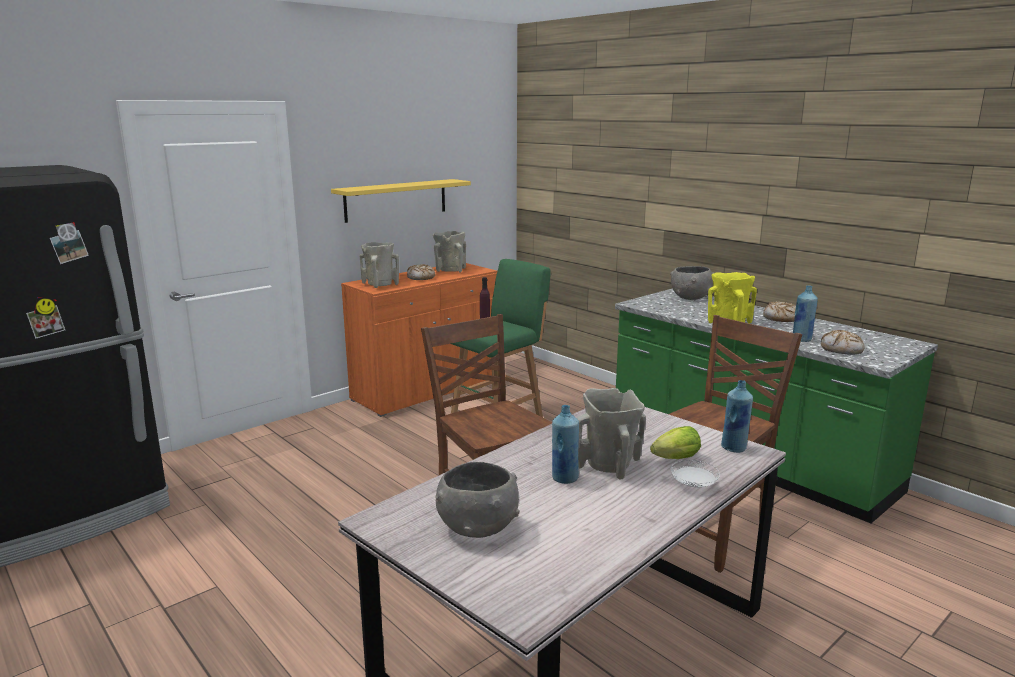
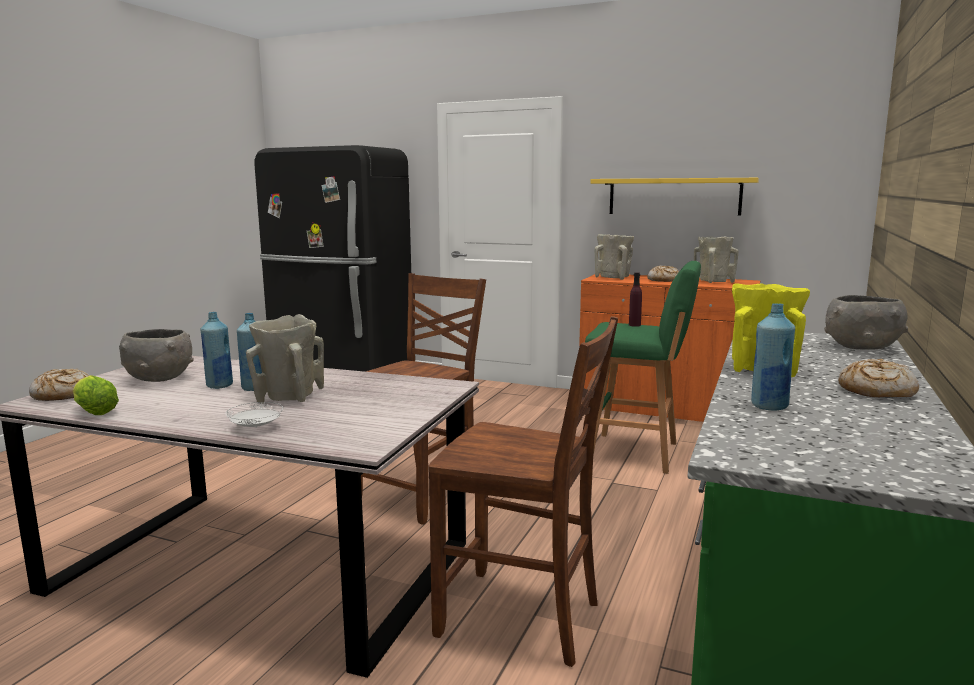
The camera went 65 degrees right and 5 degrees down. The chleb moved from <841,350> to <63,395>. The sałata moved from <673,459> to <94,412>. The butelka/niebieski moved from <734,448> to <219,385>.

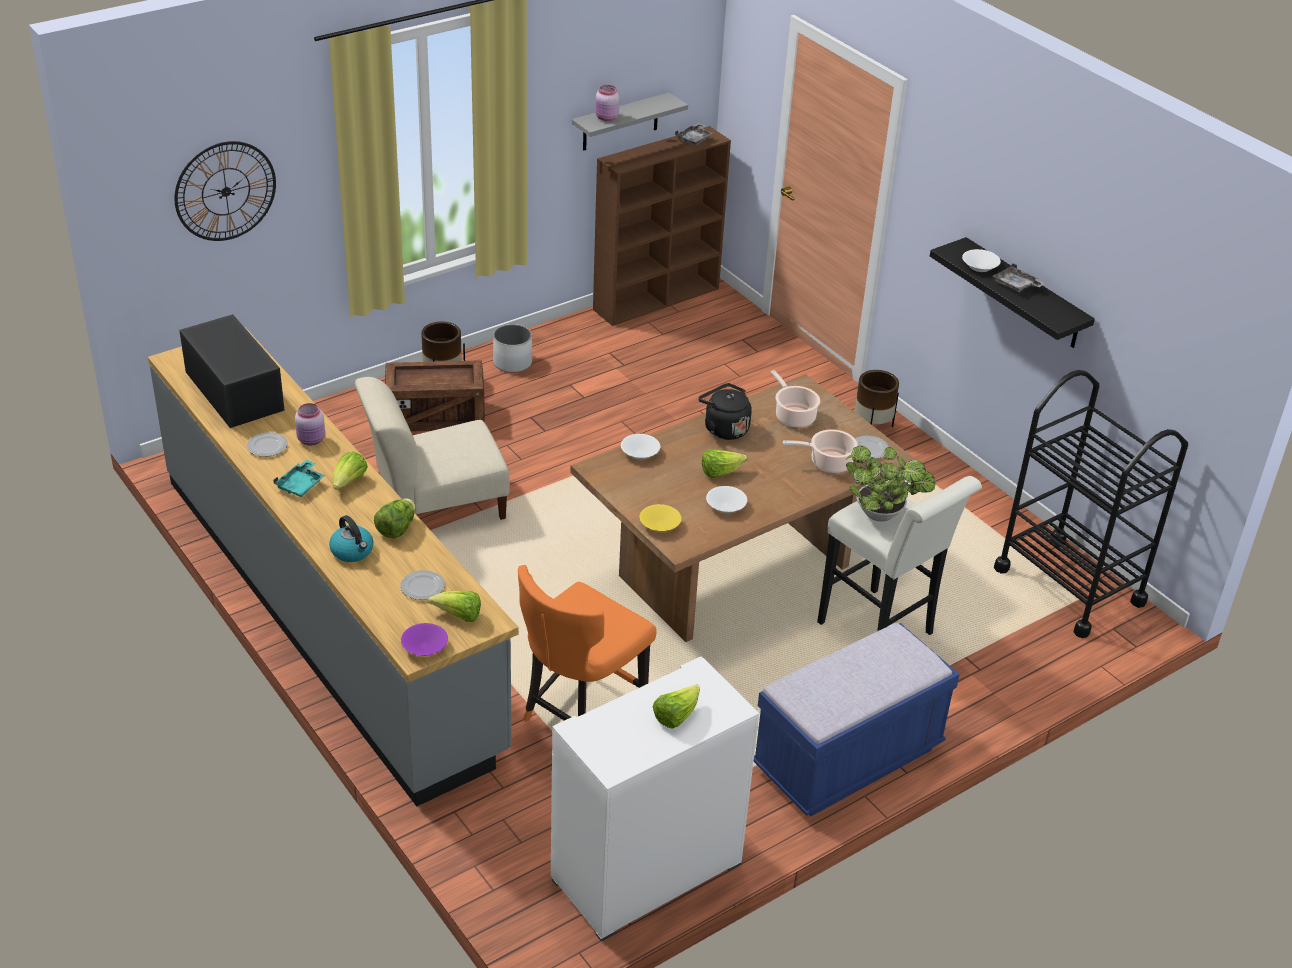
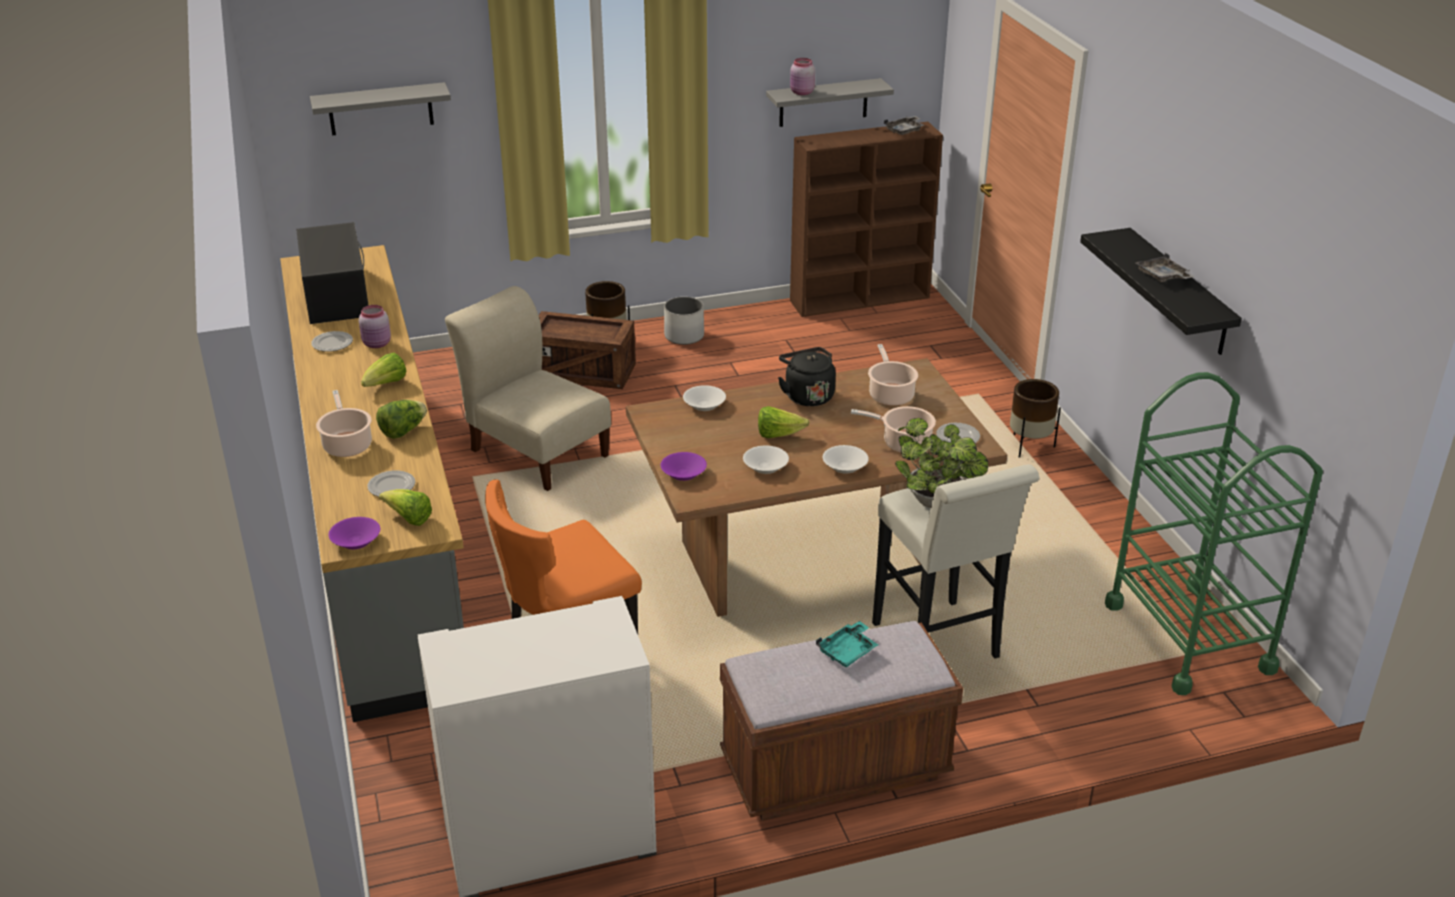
The camera went 20 degrees right and 5 degrees down. The zegar ścienny at <225,191> was replaced by the półka/szary at <380,109>. The czajnik at <352,551> was replaced by the garnek at <347,444>. The krzesło/beżowy at <435,507> turned 45 degrees clockwise. The miska/żółty at <660,525> became the miska/fioletowy at <683,474>. The ławka/niebieski at <847,759> became the ławka/brązowy at <835,769>. The taca/turkusowy moved from <301,485> to <848,651>. The miska/biały moved from <979,266> to <844,466>. The wózek/czarny at <1069,586> became the wózek/zielony at <1188,637>. The sałata at <675,716> disappeared.

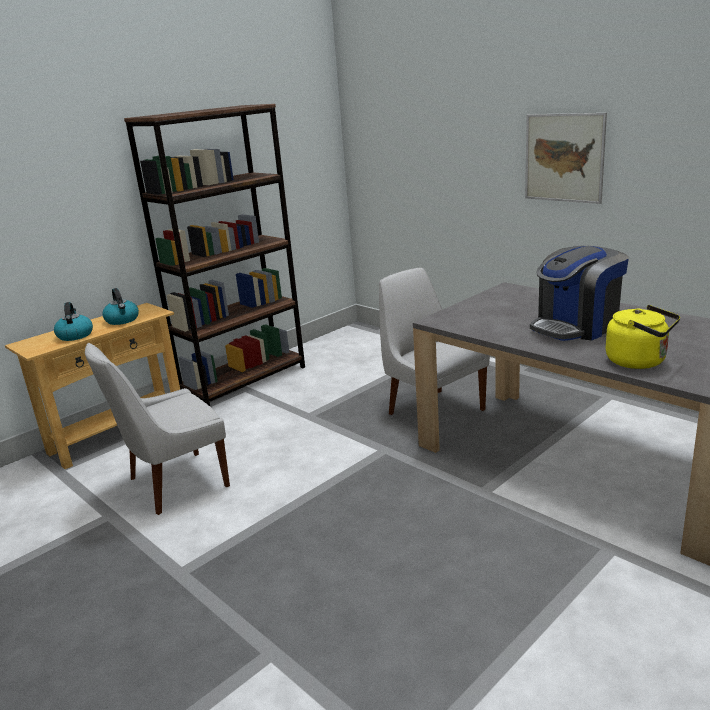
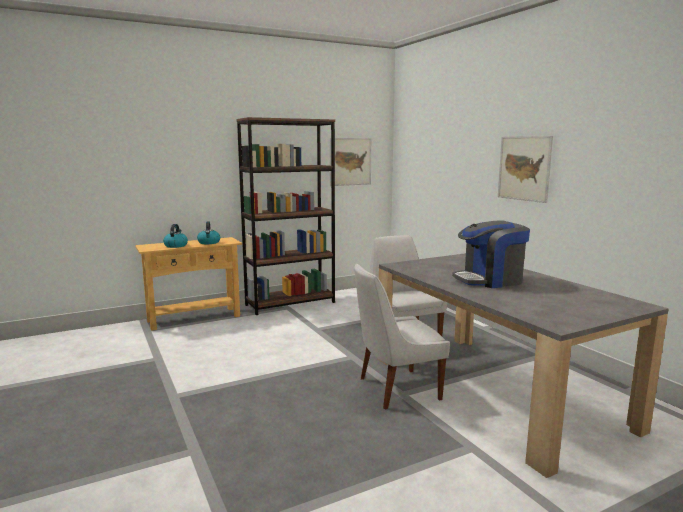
The camera went 15 degrees right and 10 degrees down. The obraz at <350,161> appeared. The krzesło/biały moved from <174,484> to <395,389>. The czajnik/żółty at <639,361> disappeared.

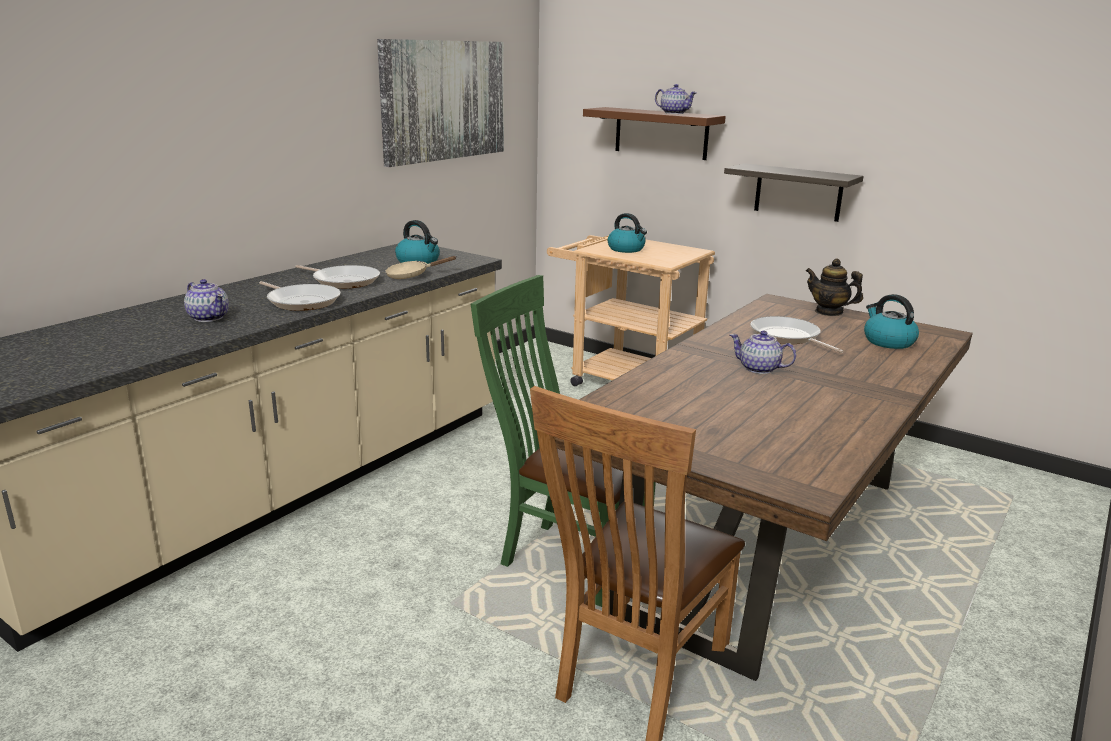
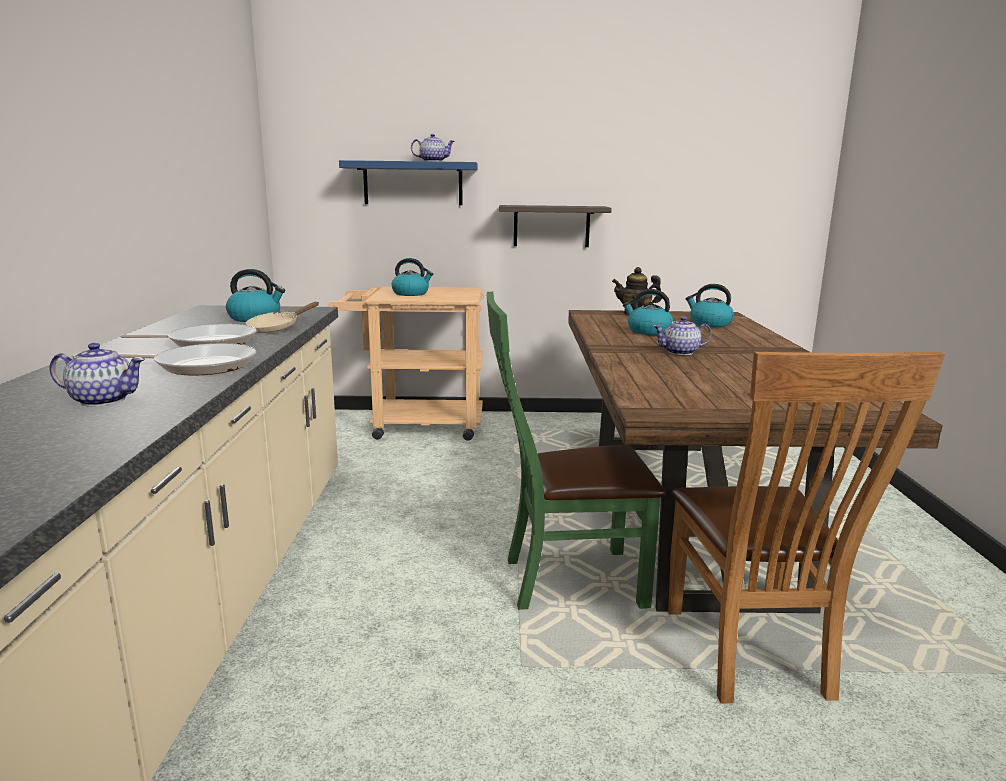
The camera went 35 degrees left and 5 degrees down. The półka/brązowy at <661,133> became the półka/niebieski at <413,183>. The patelnia at <787,337> was replaced by the czajnik at <648,331>. The obraz at <444,100> disappeared.

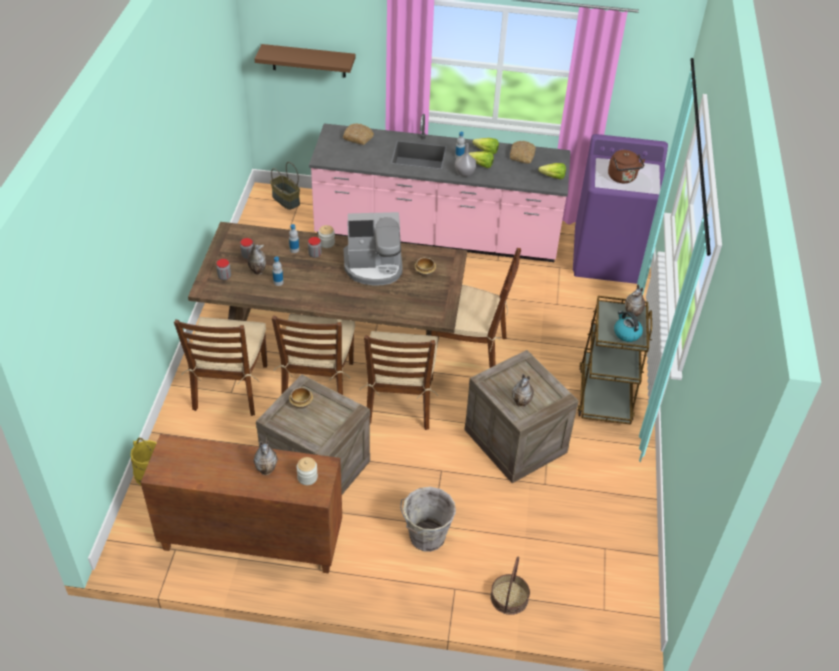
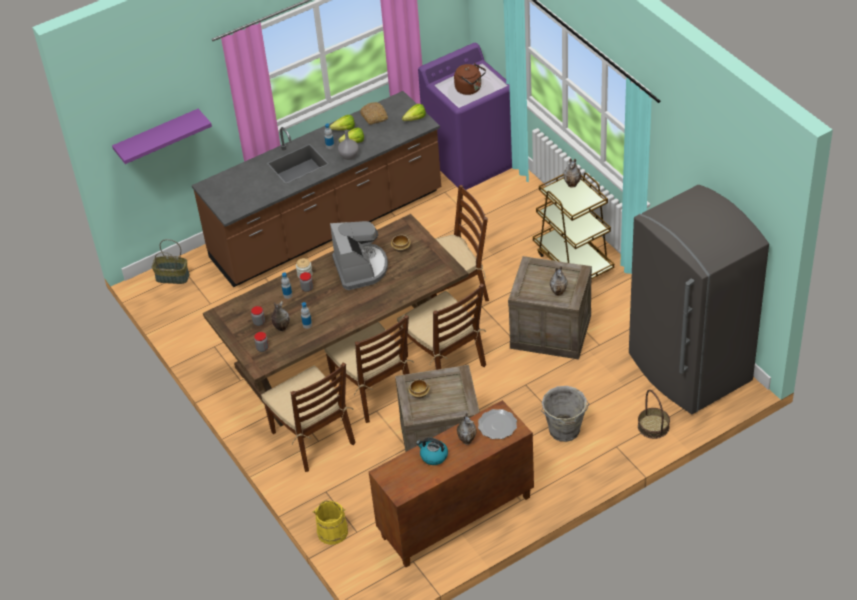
The camera went 35 degrees left and 0 degrees up. The półka/brązowy at <308,61> became the półka/fioletowy at <158,137>. The zabudowa kuchenna/różowy at <437,235> became the zabudowa kuchenna/brązowy at <327,226>. The ekspres do kawy at <374,266> turned 60 degrees counterclockwise. The czajnik moved from <626,333> to <433,456>. The słoik at <307,477> was replaced by the talerz at <497,425>. The lodówka/szary at <688,369> appeared. The chleb at <358,138> disappeared.

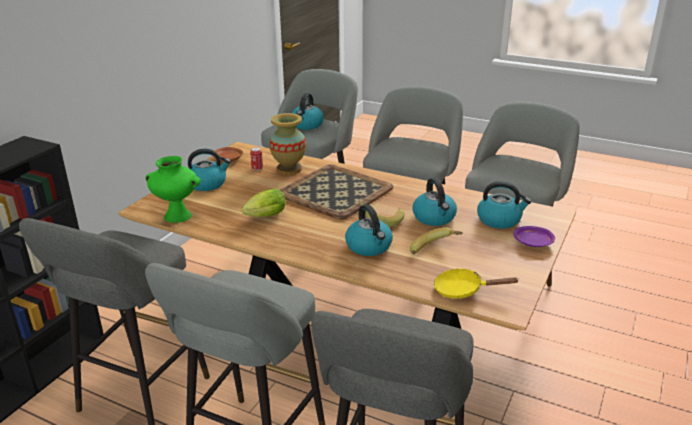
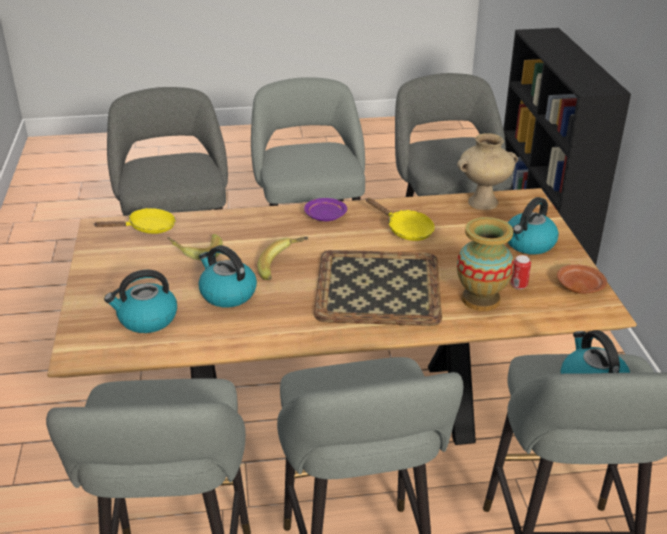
The camera went 145 degrees right and 5 degrees up. The talerz/fioletowy moved from <533,243> to <324,216>. The sałata at <264,217> was replaced by the patelnia/żółty at <405,230>. The wazon/zielony at <177,216> became the wazon/beżowy at <483,202>. The czajnik at <369,247> disappeared.

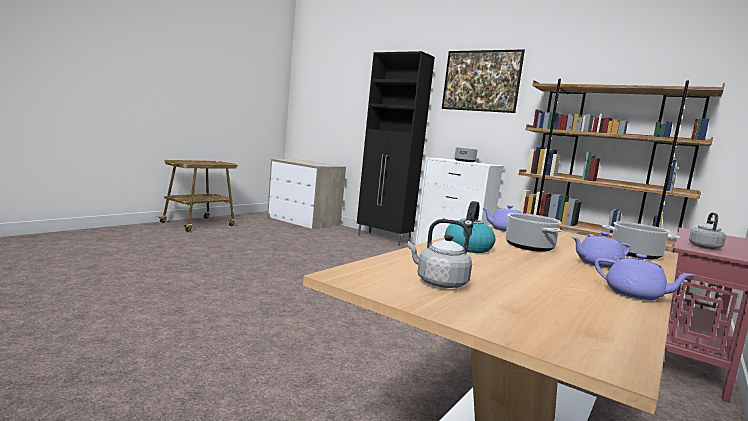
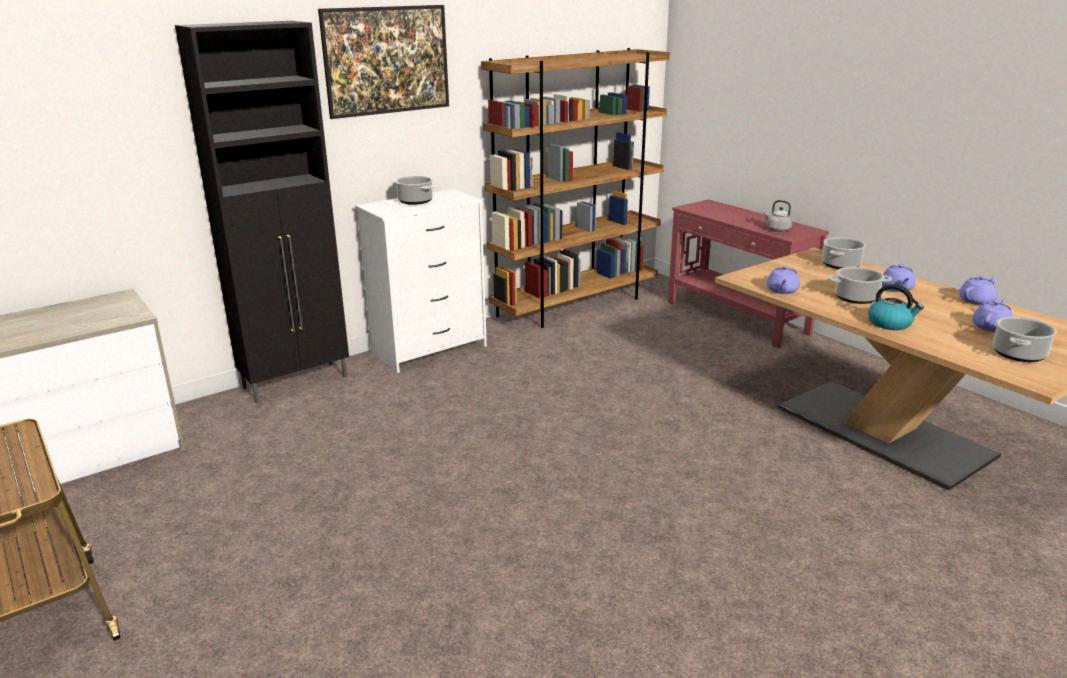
The camera went 70 degrees left and 15 degrees up. The imbryk/fioletowy at <991,327> appeared. The czajnik/szary at <438,283> was replaced by the garnek at <1019,354>.

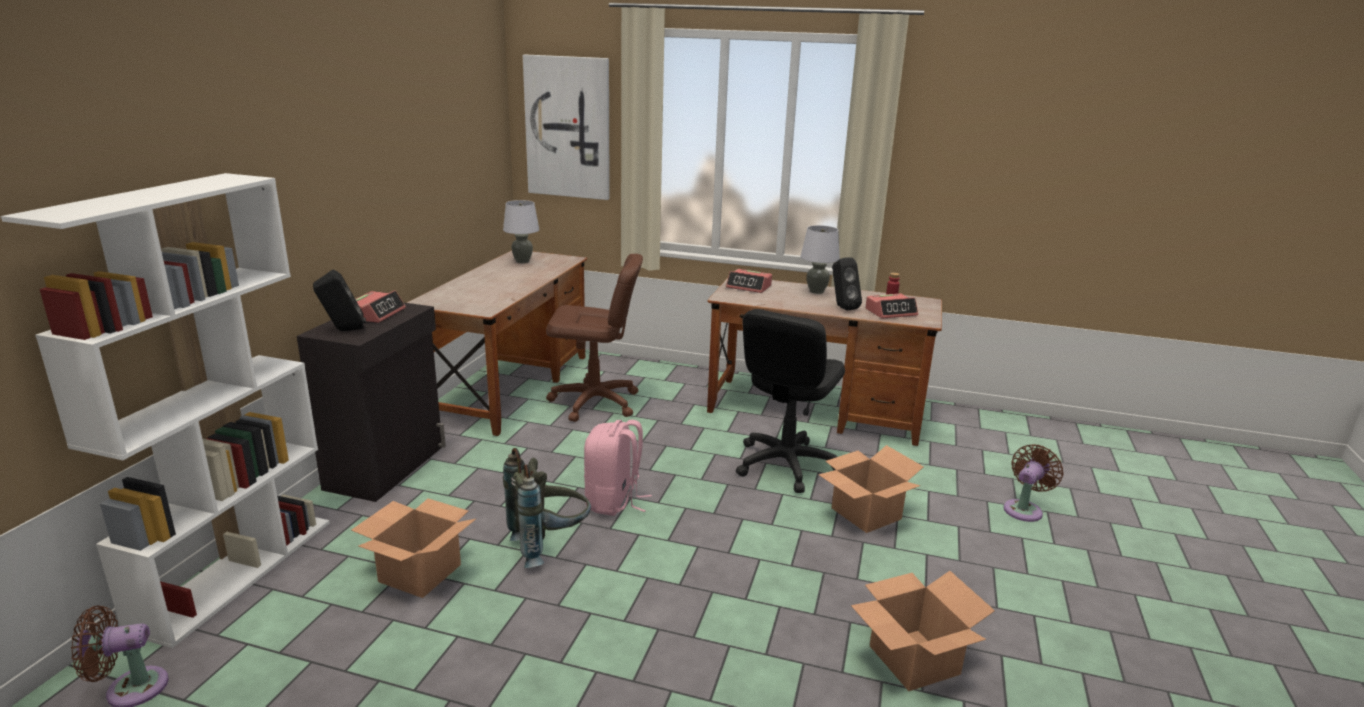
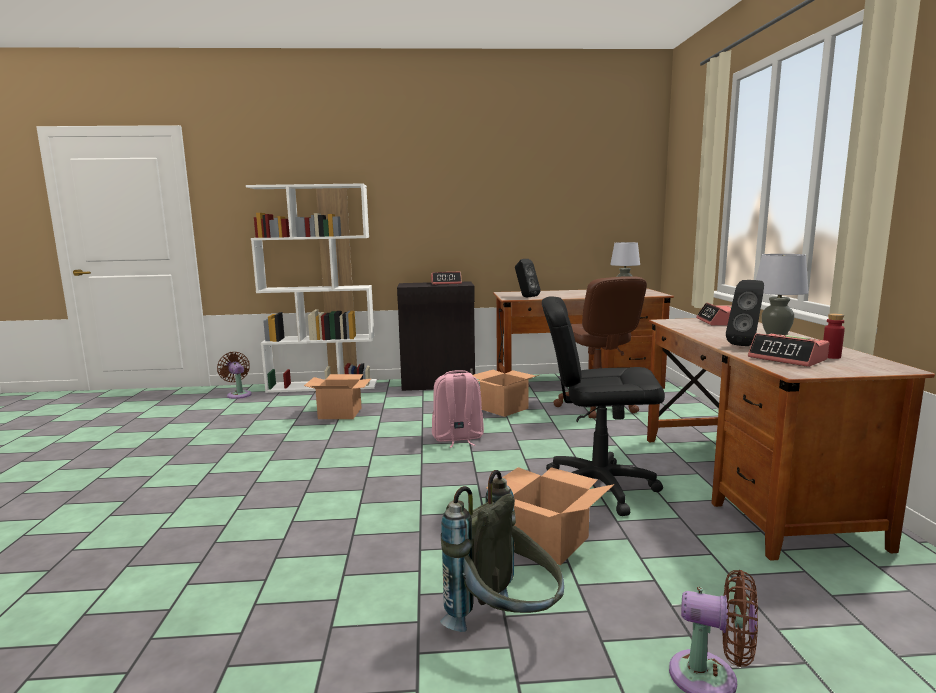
The camera went 70 degrees right and 10 degrees down. The plecak/szary moved from <549,545> to <506,625>. The karton moved from <915,660> to <504,409>. The głośnik/czarny moved from <343,331> to <526,297>. The obraz at <568,127> disappeared.

